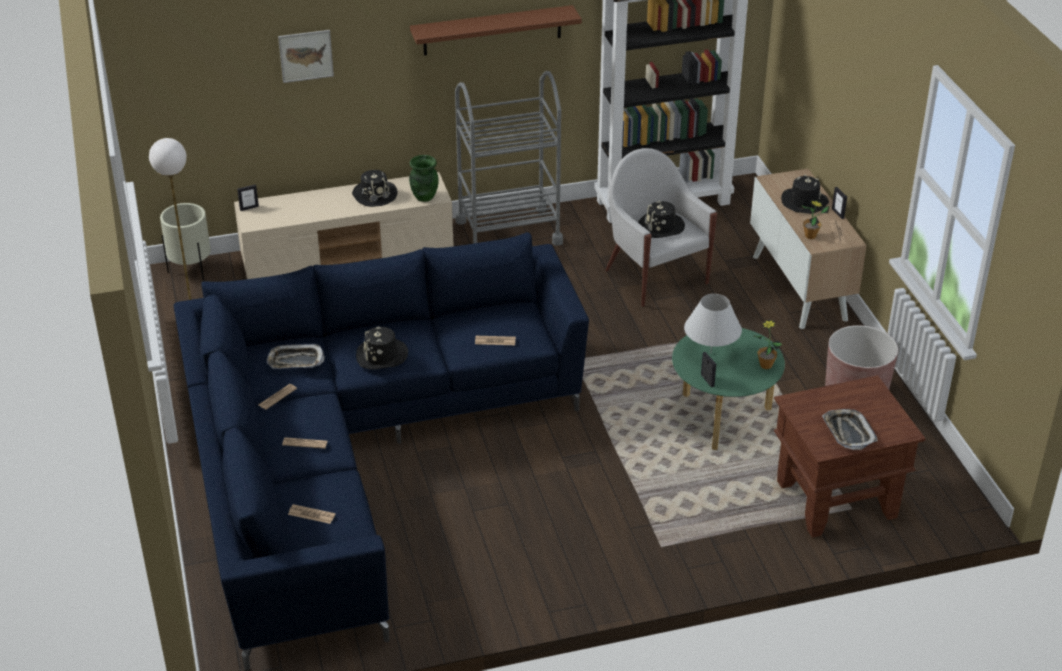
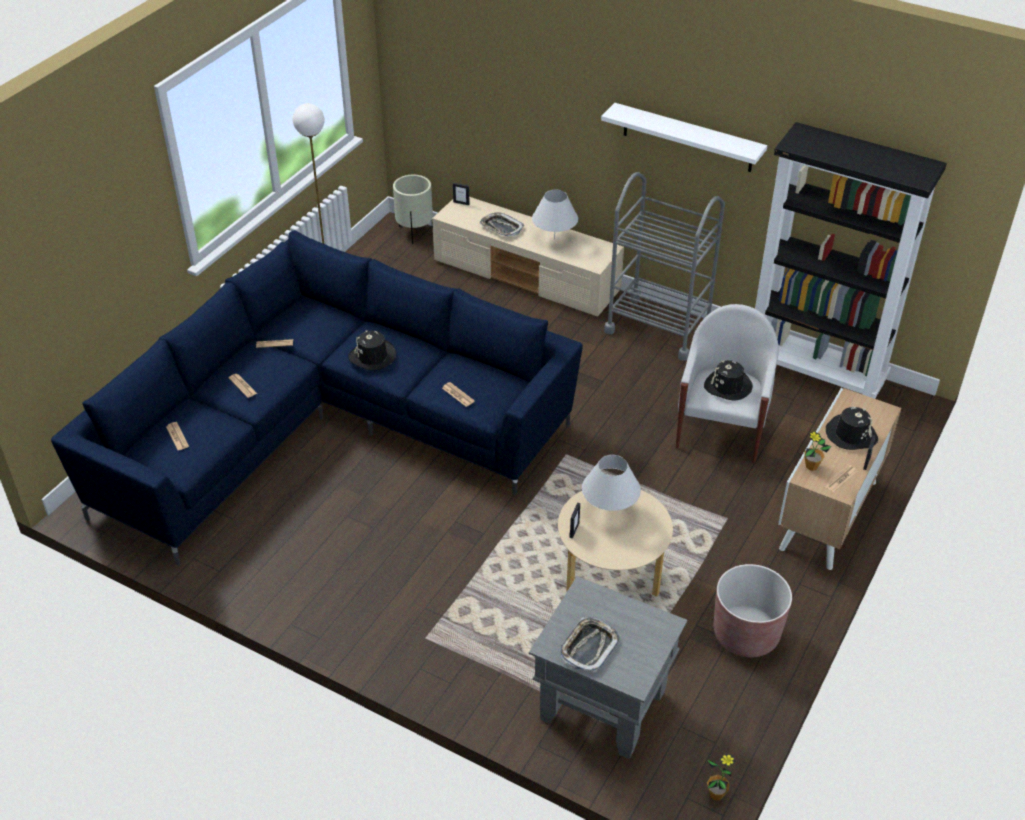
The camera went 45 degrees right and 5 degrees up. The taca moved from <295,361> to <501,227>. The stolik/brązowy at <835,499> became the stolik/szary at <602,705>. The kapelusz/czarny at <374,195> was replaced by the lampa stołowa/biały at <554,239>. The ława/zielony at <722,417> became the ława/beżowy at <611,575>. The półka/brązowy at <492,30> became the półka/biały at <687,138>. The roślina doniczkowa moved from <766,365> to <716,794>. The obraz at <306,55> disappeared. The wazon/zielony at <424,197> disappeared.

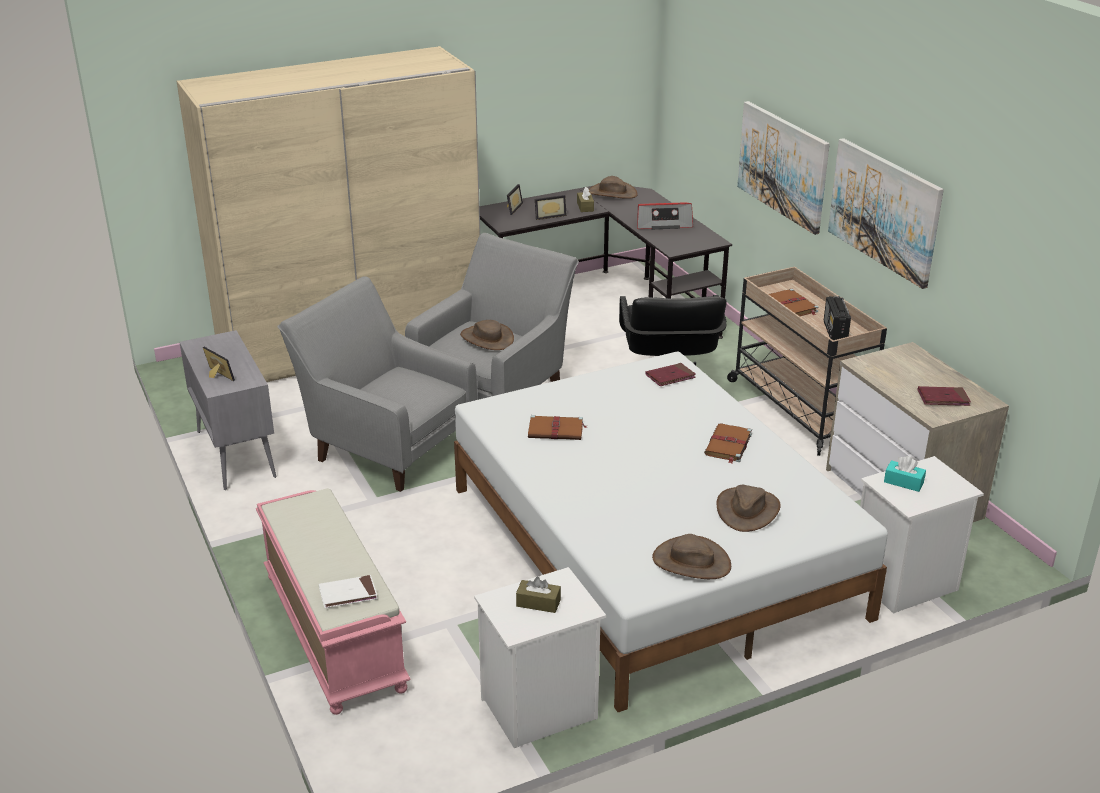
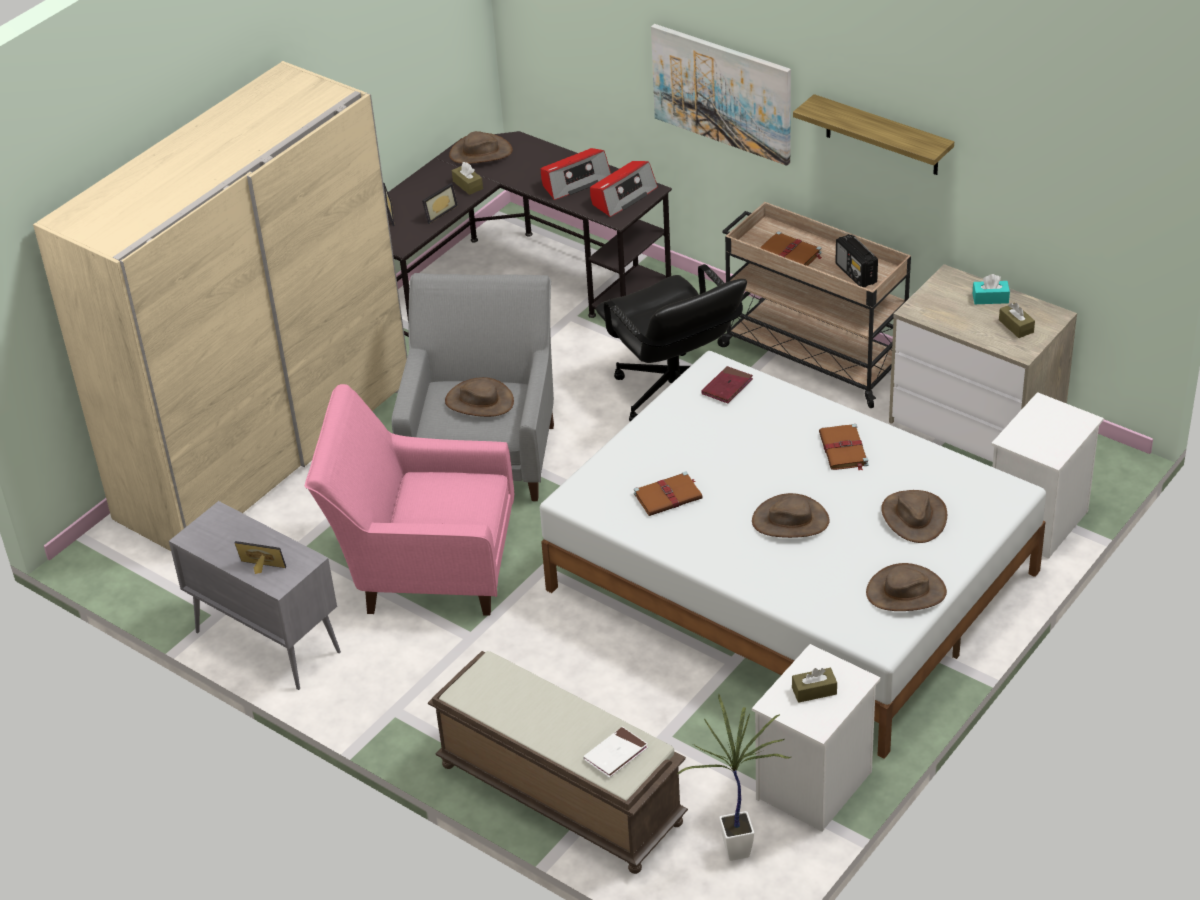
The camera went 25 degrees left and 10 degrees up. The fotel/szary at <386,445> became the fotel/różowy at <425,566>. The ławka/różowy at <332,630> became the ławka/brązowy at <558,794>. The radio at <623,196> appeared. The roślina doniczkowa at <739,846> appeared. The kapelusz/brązowy at <790,520> appeared. The obraz at <884,211> was replaced by the półka at <882,136>. The pudełko chusteczek/turkusowy moved from <903,482> to <990,298>. The książka/czerwony at <943,398> was replaced by the pudełko chusteczek/brązowy at <1016,326>.

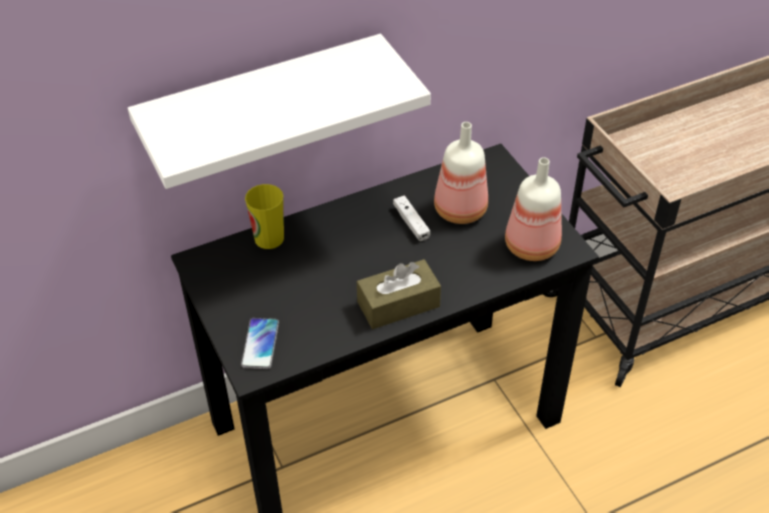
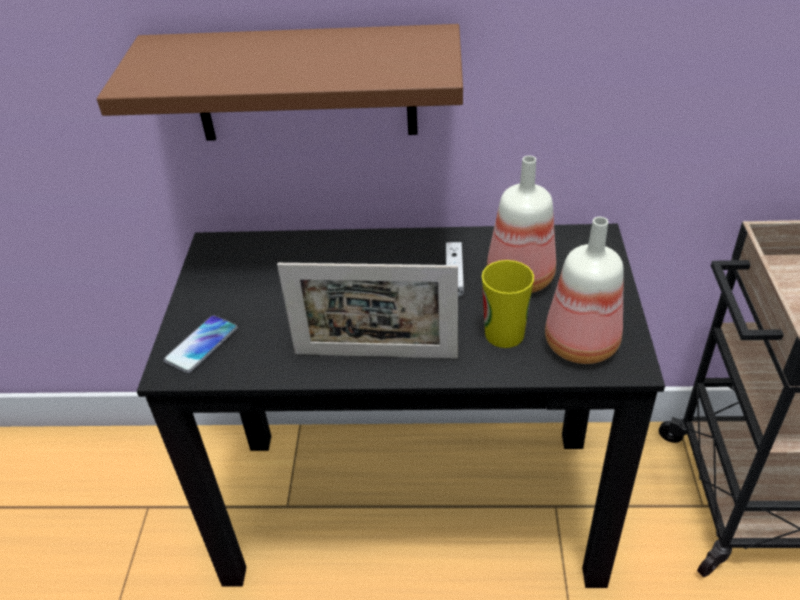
The camera went 30 degrees right and 5 degrees down. The półka/biały at <263,108> became the półka/brązowy at <304,85>. The pudełko chusteczek/brązowy at <398,304> was replaced by the ramka na zdjęcie at <375,355>. The filiżanka moved from <269,238> to <504,334>.

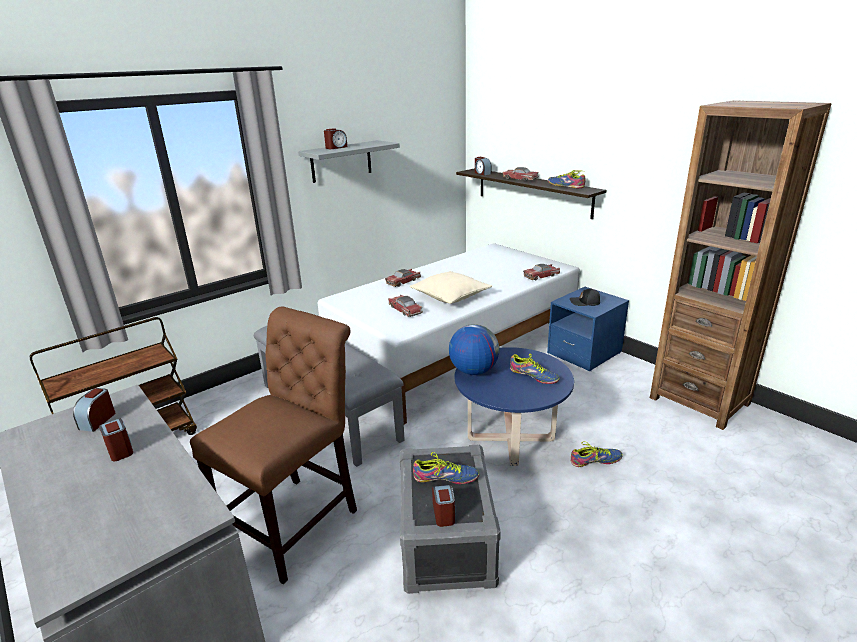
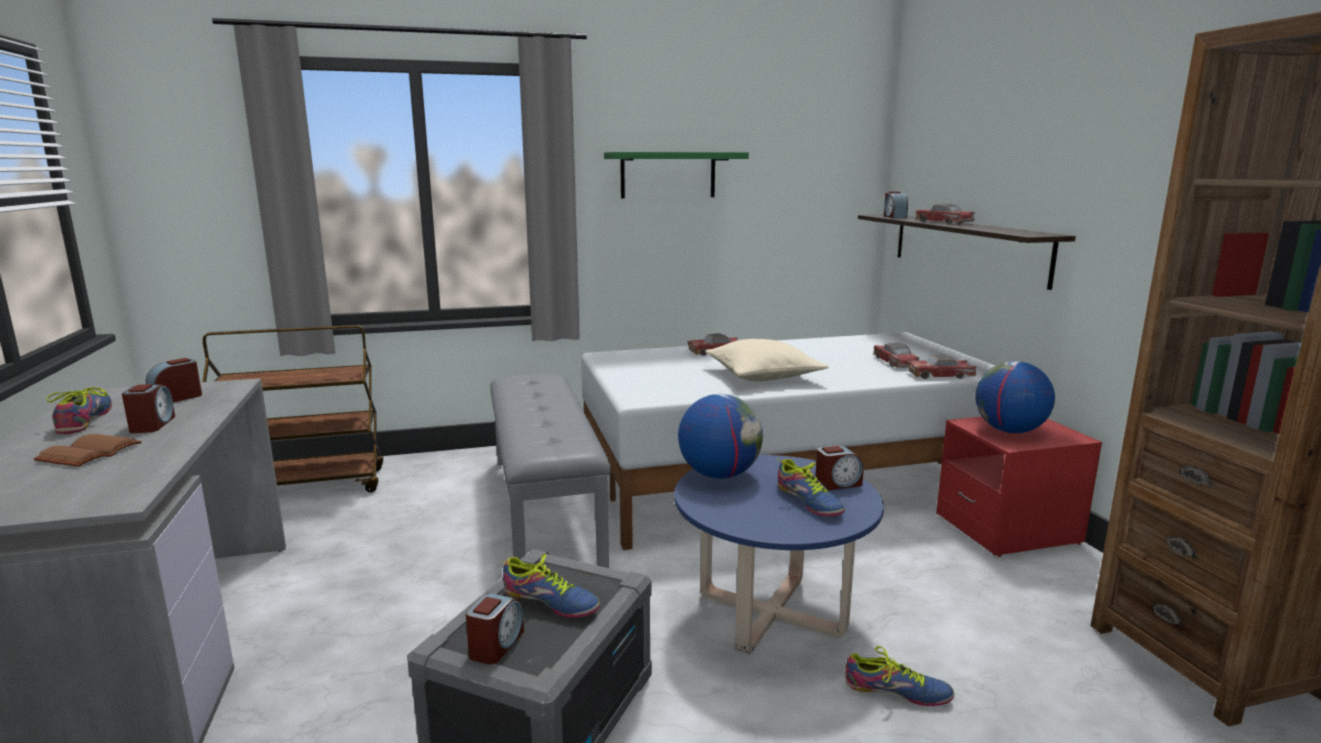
The camera went 25 degrees right and 10 degrees down. The książka/brązowy at <90,454> appeared. The but moved from <565,186> to <84,420>. The półka/szary at <341,161> became the półka/zielony at <668,175>. The budzik moved from <336,147> to <837,484>. The samochodzik moved from <405,310> to <895,362>. The szafka nocna/niebieski at <584,353> became the szafka nocna/czerwony at <1007,529>. The czapka z daszkiem/czarny at <585,302> was replaced by the globus at <1009,431>. The krzesło/brązowy at <297,521> disappeared.

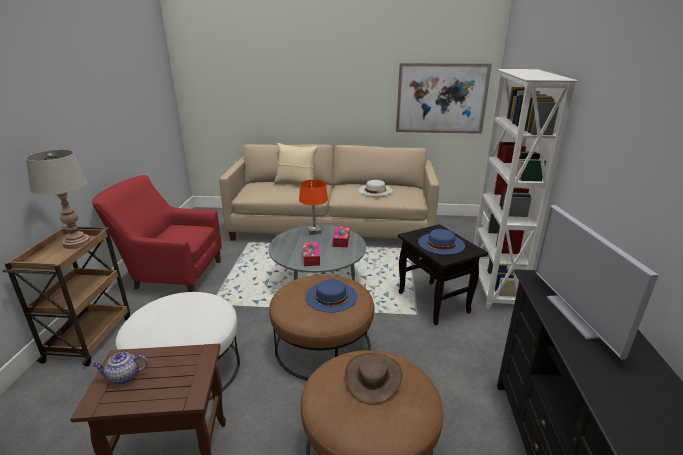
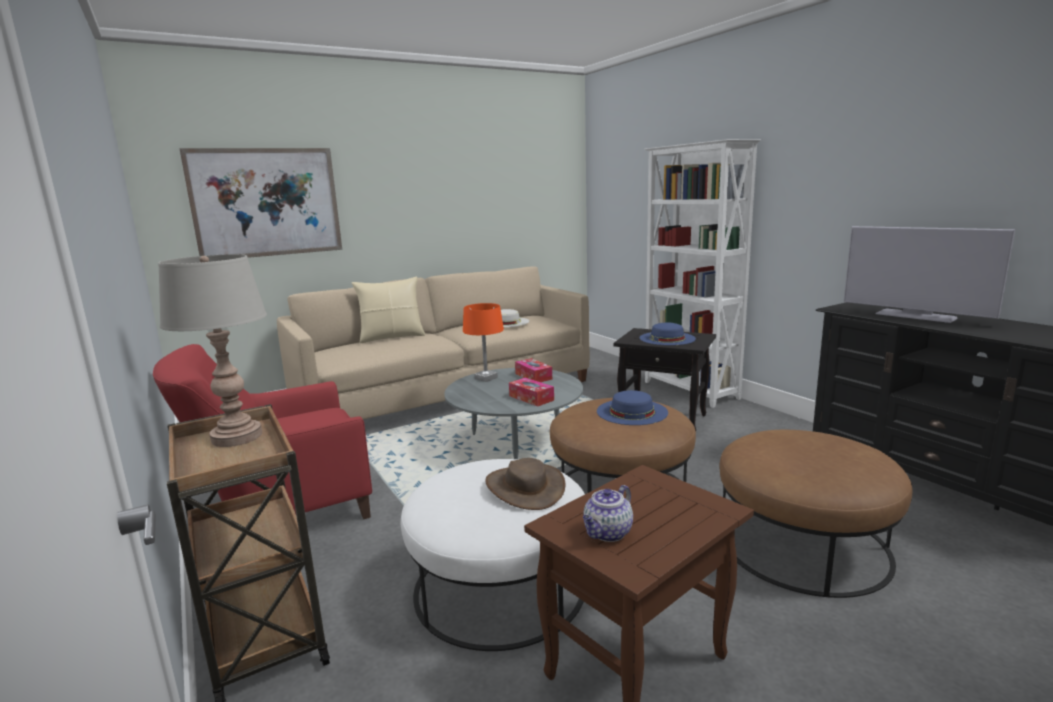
The camera went 35 degrees left and 10 degrees down. The obraz moved from <441,99> to <267,203>. The kapelusz/brązowy moved from <373,378> to <525,487>.

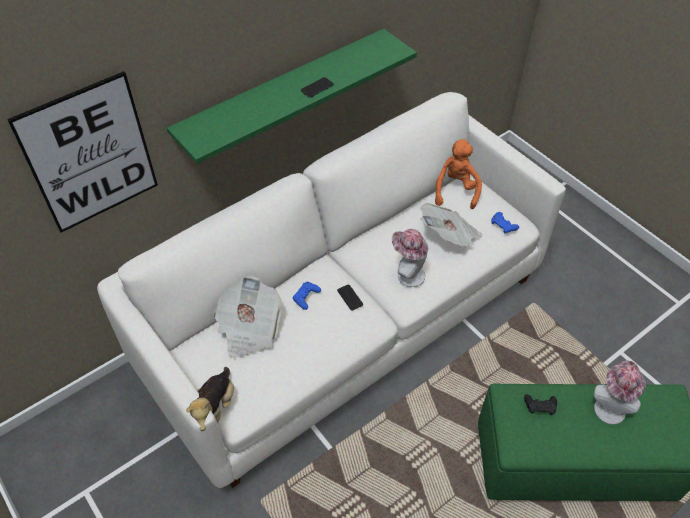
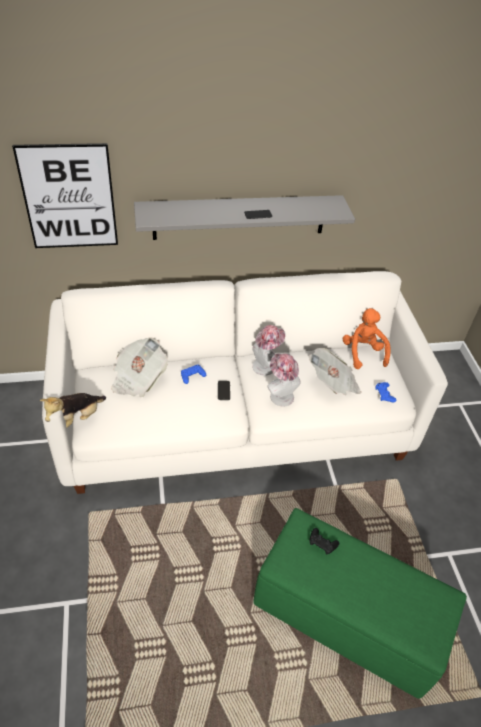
The camera went 25 degrees right and 5 degrees down. The półka/zielony at <284,96> became the półka/szary at <240,217>. The kapelusz moved from <610,406> to <266,365>. The pluszak/pomarańczowy at <454,190> turned 45 degrees counterclockwise.

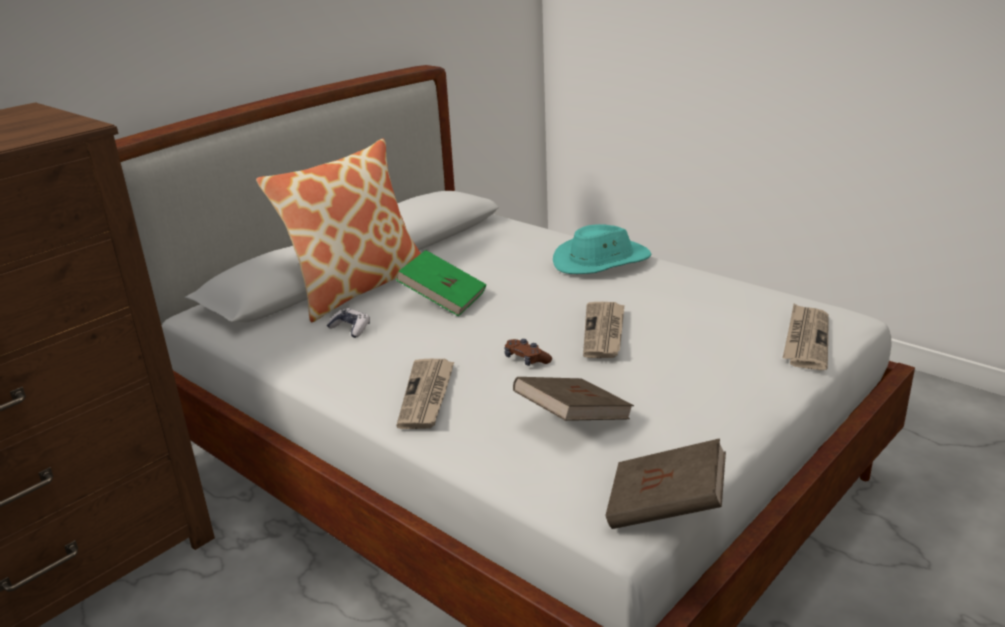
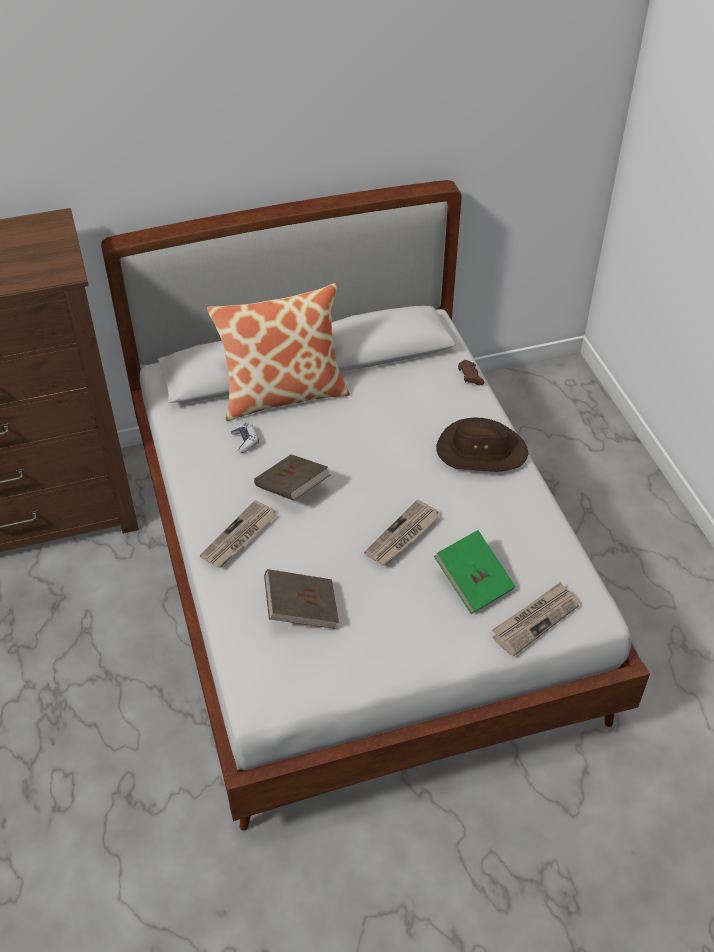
The camera went 30 degrees right and 20 degrees up. The książka/brązowy moved from <665,508> to <292,489>. The książka/zielony moved from <443,300> to <473,582>. The kapelusz/turkusowy at <601,261> became the kapelusz/brązowy at <480,451>. The pad do gier/brązowy moved from <526,359> to <470,376>.

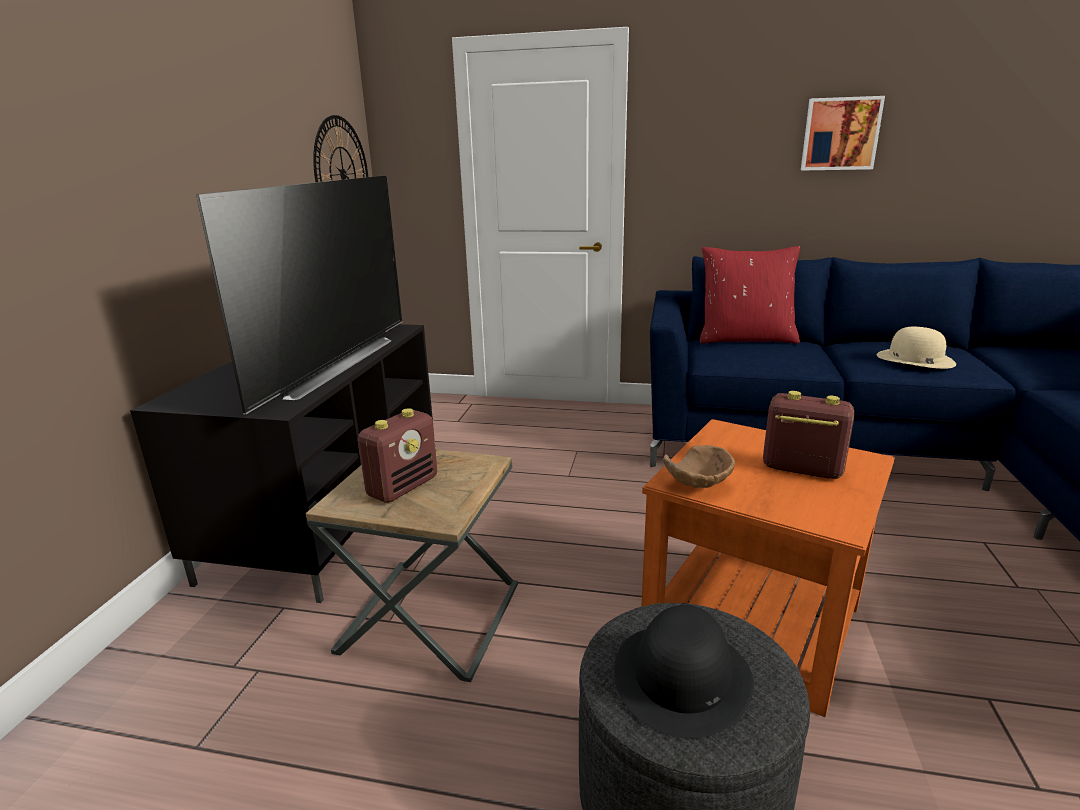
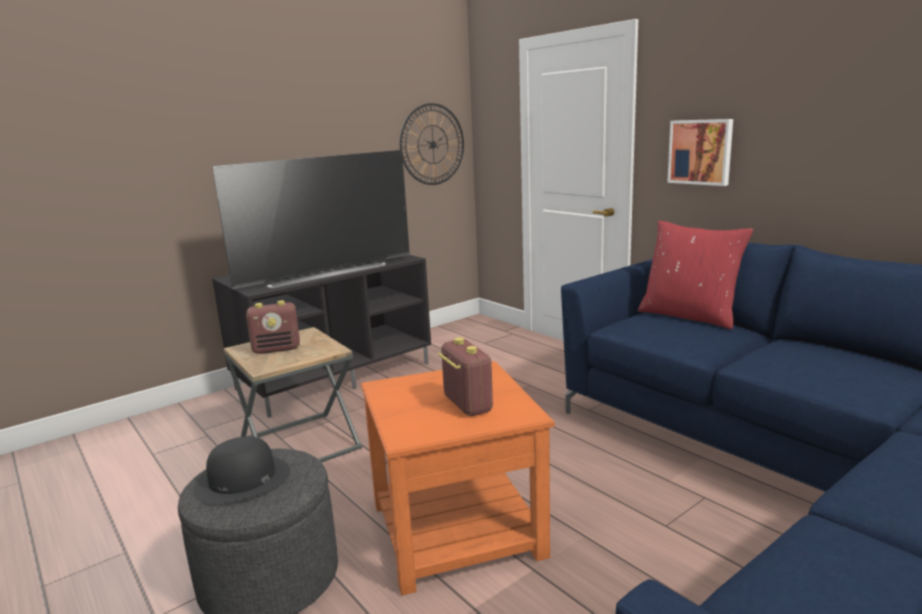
The camera went 40 degrees right and 5 degrees down. The obraz moved from <840,134> to <700,152>. The miska/brązowy at <698,487> disappeared. The kapelusz/beżowy at <914,359> disappeared.

